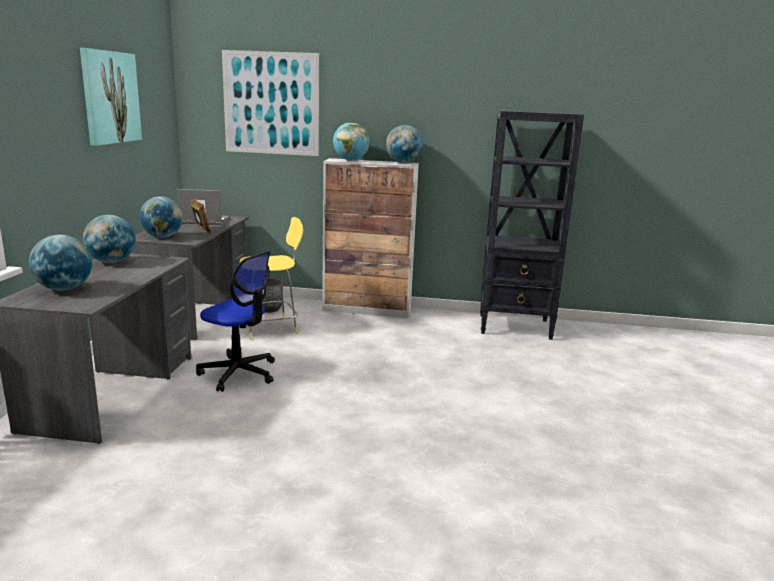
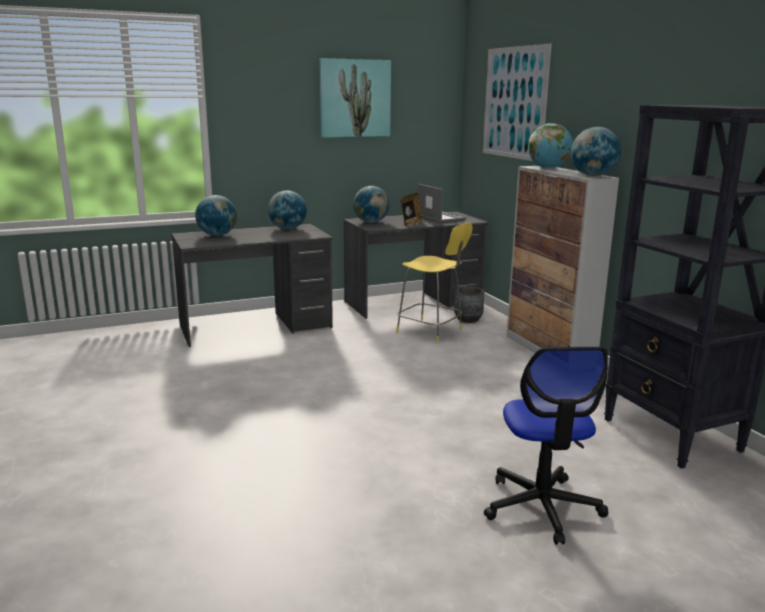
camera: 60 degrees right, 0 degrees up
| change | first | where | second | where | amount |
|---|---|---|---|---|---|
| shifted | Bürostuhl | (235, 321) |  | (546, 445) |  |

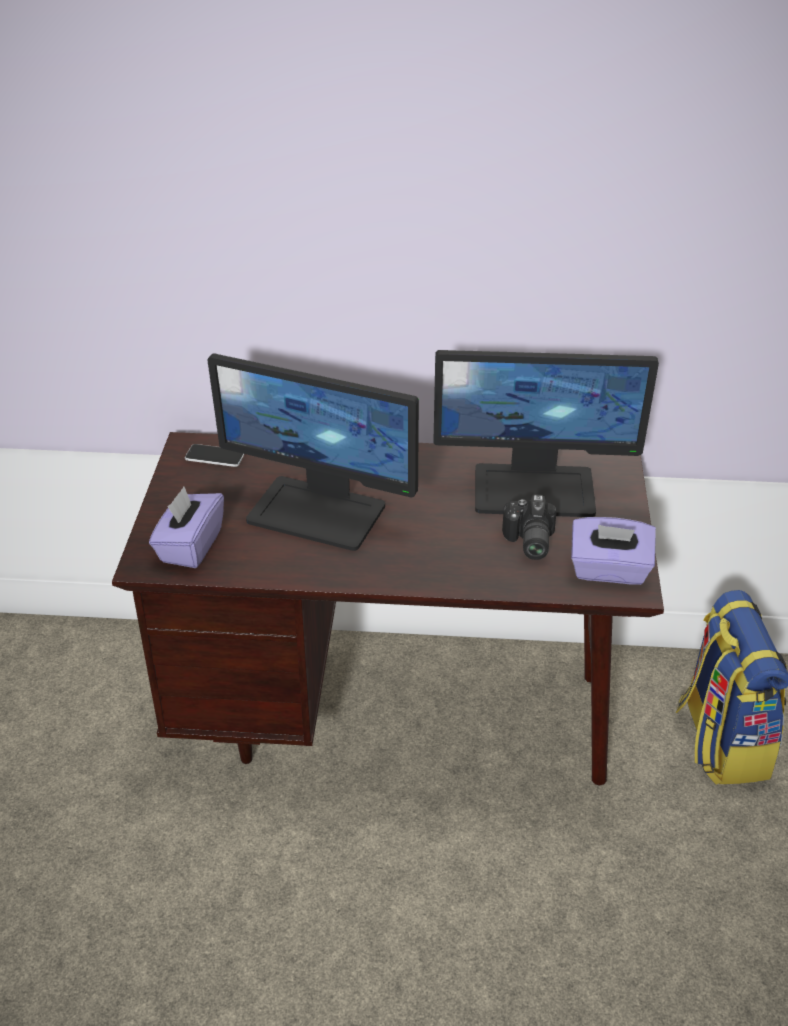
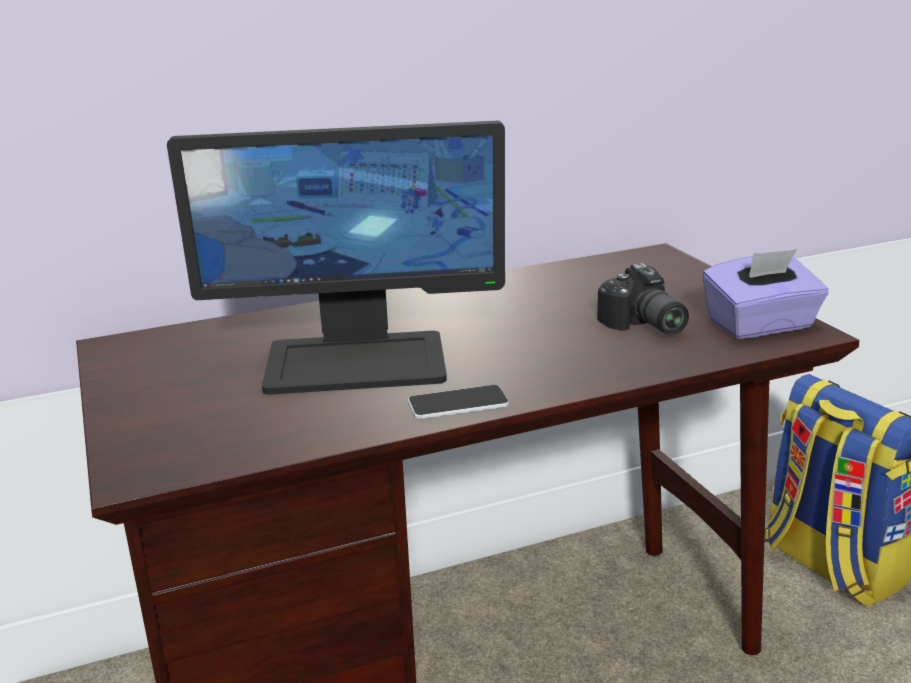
camera: 25 degrees left, 15 degrees down
| change | first | where | second | where | amount |
|---|---|---|---|---|---|
| gone | Monitor | (546, 433) |  |  |  |
| shifted | Handy | (215, 455) |  | (458, 402) |  |
| gone | Taschentuchbox (lila) | (186, 527) |  |  |  |

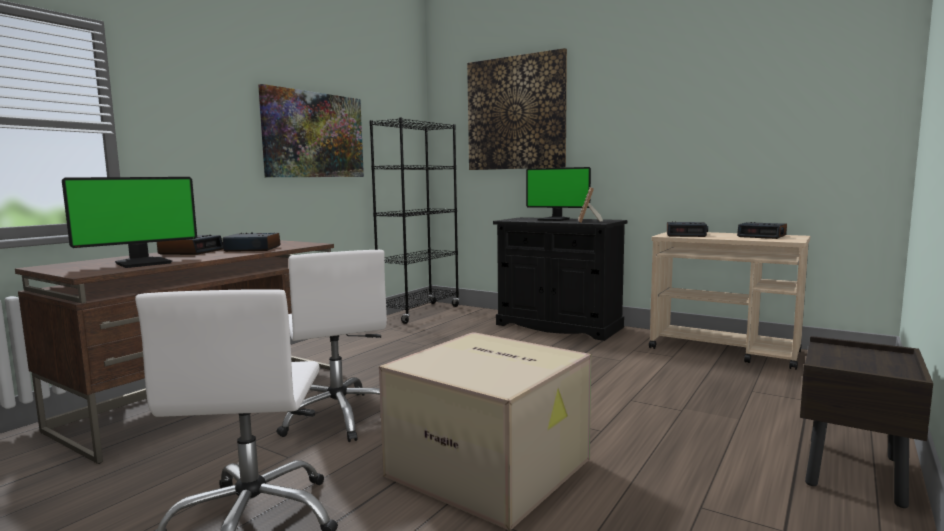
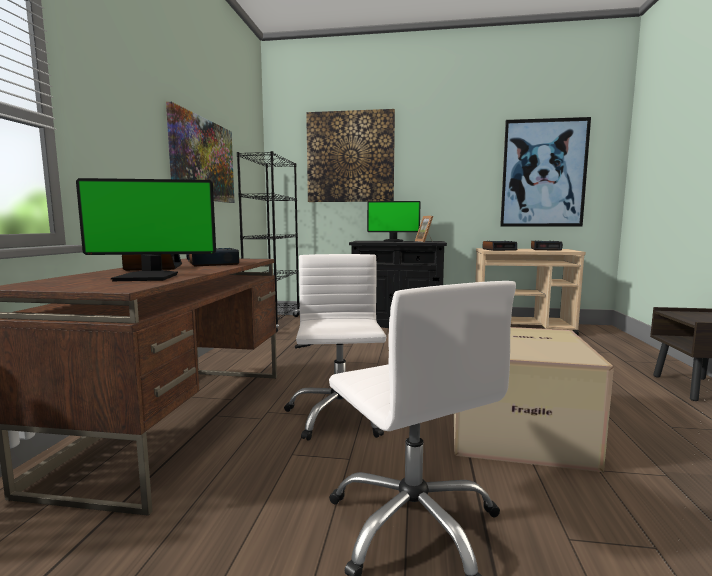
camera: 25 degrees left, 0 degrees up
| change | first | where | second | where | amount |
|---|---|---|---|---|---|
| rotated | Monitor | (129, 222) |  | (146, 229) | 60 degrees clockwise |
| rotated | Bürostuhl (weiß) | (331, 346) |  | (335, 347) | 135 degrees counterclockwise |
| new |  |  | Bild | (545, 171) |  |

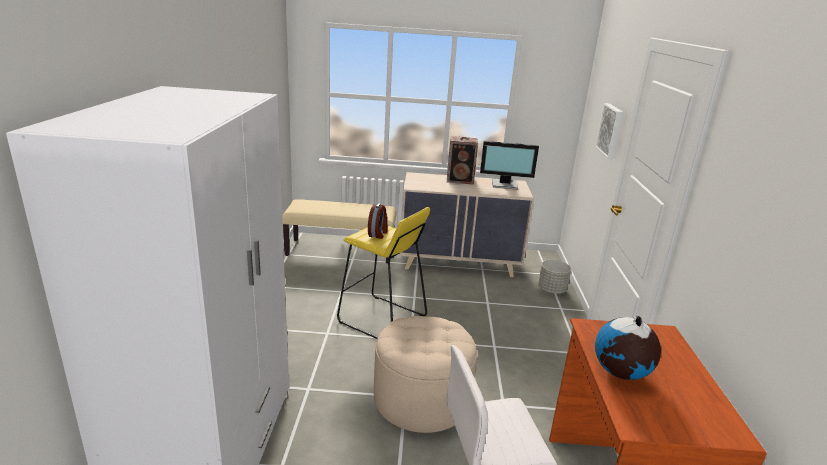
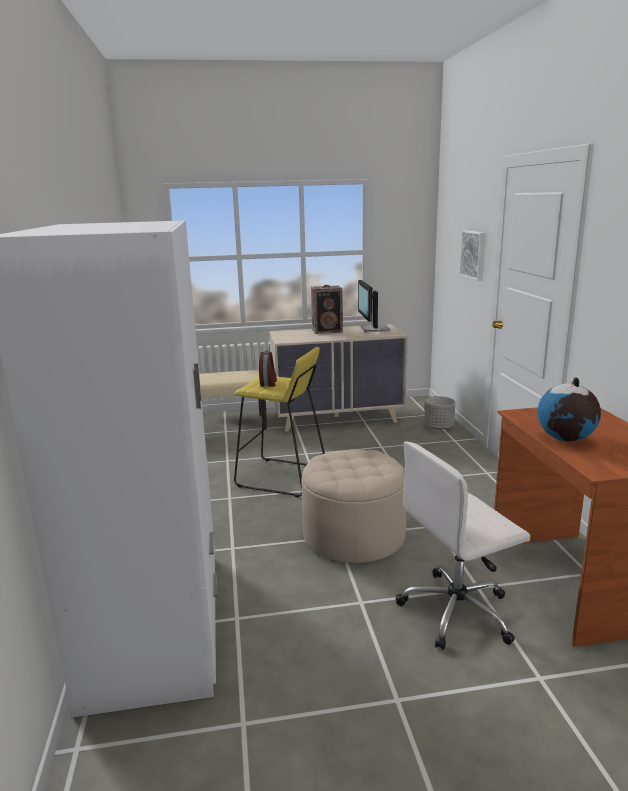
camera: 10 degrees left, 5 degrees down
| change | first | where | second | where | amount |
|---|---|---|---|---|---|
| rotated | Monitor | (509, 165) |  | (374, 306) | 90 degrees clockwise |

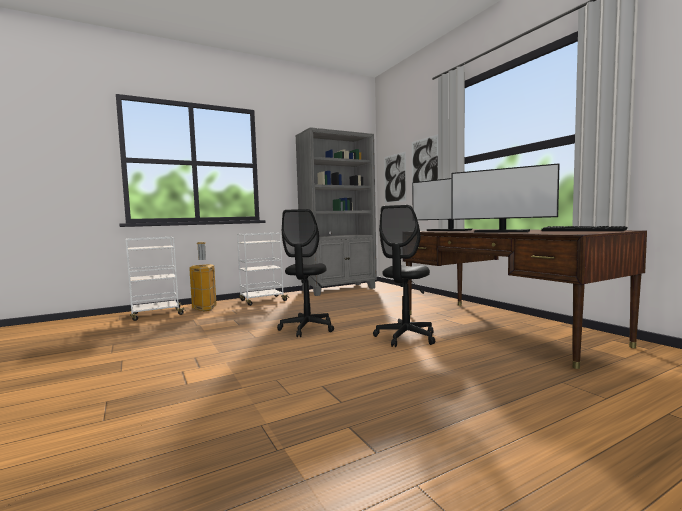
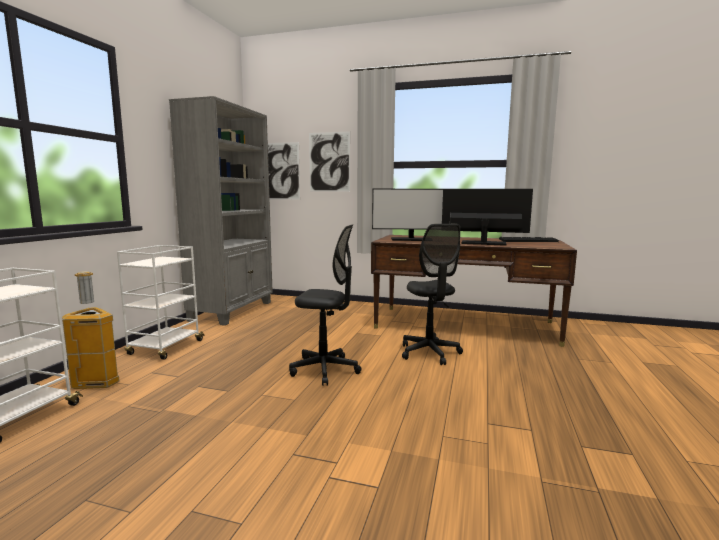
camera: 45 degrees left, 5 degrees up
| change | first | where | second | where | amount |
|---|---|---|---|---|---|
| rotated | Monitor | (505, 198) |  | (487, 217) | 150 degrees counterclockwise |
| rotated | Bürostuhl (schwarz) | (305, 273) |  | (325, 305) | 45 degrees counterclockwise |

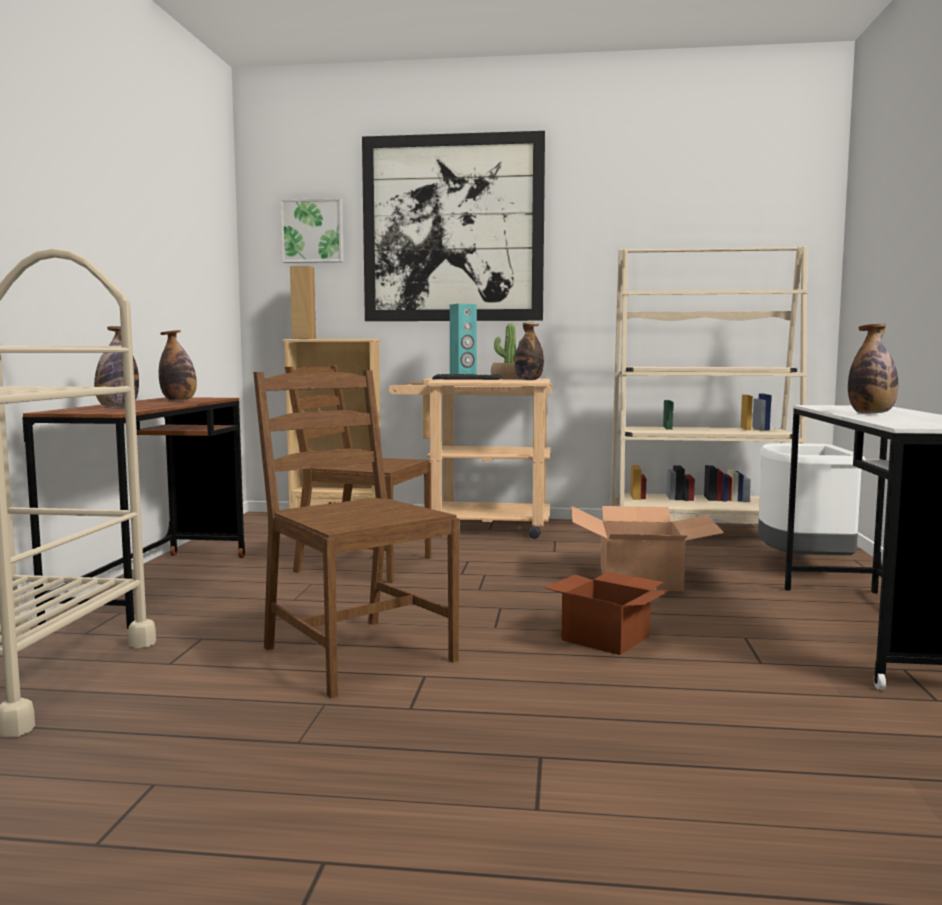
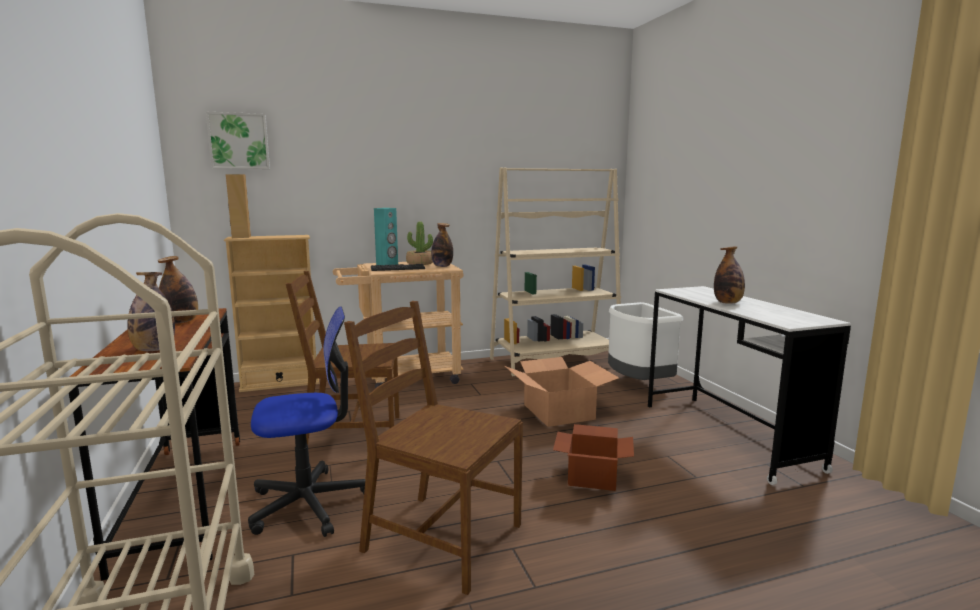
camera: 25 degrees left, 5 degrees up
| change | first | where | second | where | amount |
|---|---|---|---|---|---|
| gone | Bild | (453, 226) |  |  |  |
| new |  |  | Bürostuhl | (306, 421) |  |

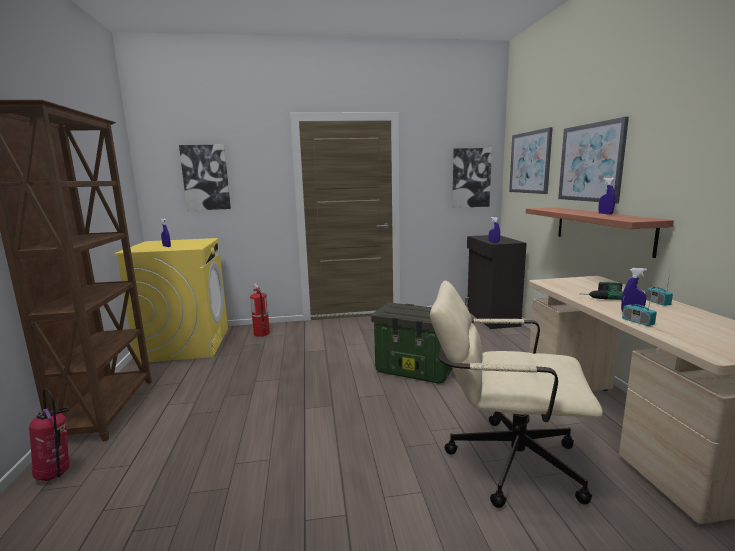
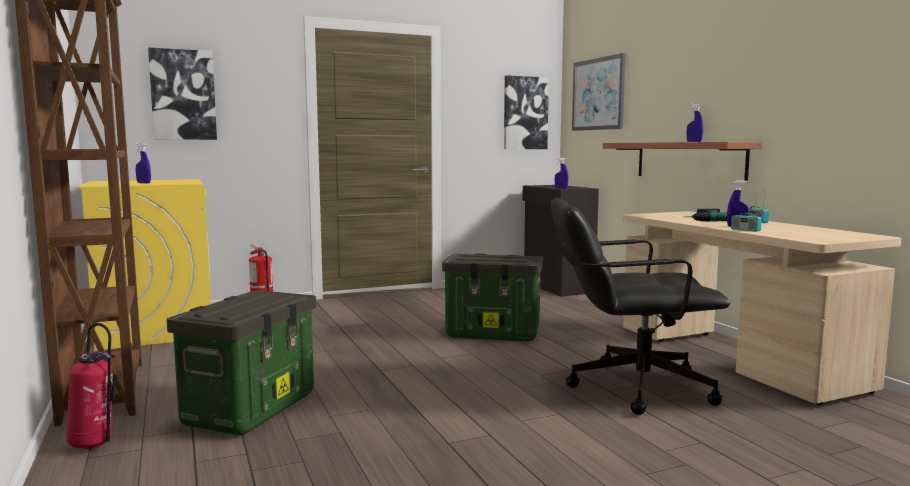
camera: 15 degrees left, 5 degrees down
| change | first | where | second | where | amount |
|---|---|---|---|---|---|
| gone | Bild | (593, 160) |  |  |  |
| repainted | Bürostuhl (beige) | (516, 394) | Bürostuhl (schwarz) | (640, 306) |  |
| new |  |  | Aufbewahrungsbox | (241, 363) |  |

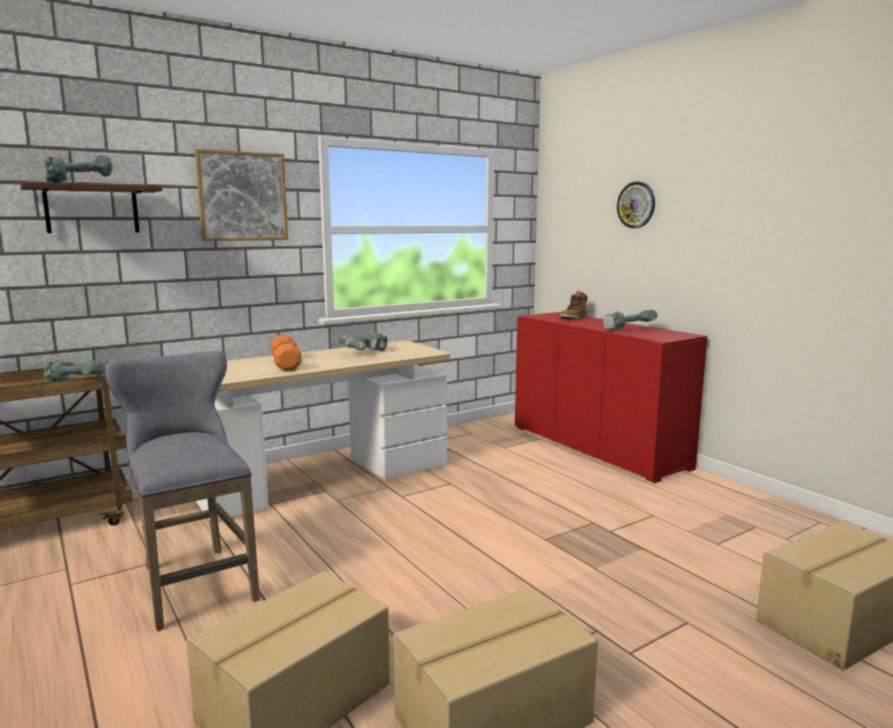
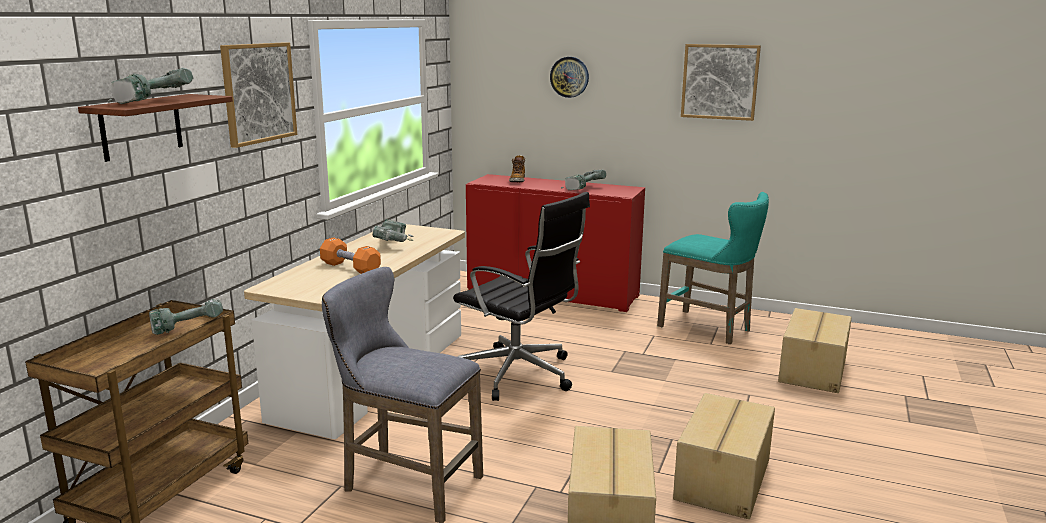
camera: 35 degrees left, 5 degrees up
| change | first | where | second | where | amount |
|---|---|---|---|---|---|
| new |  |  | Bild | (721, 82) |  |
| new |  |  | Bürostuhl (schwarz) | (521, 296) |  |
| new |  |  | Hocker (türkis) | (713, 268) |  |

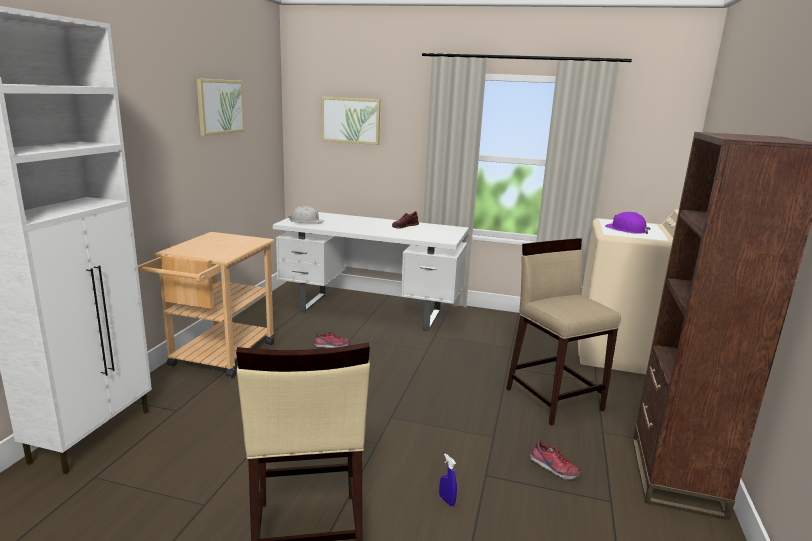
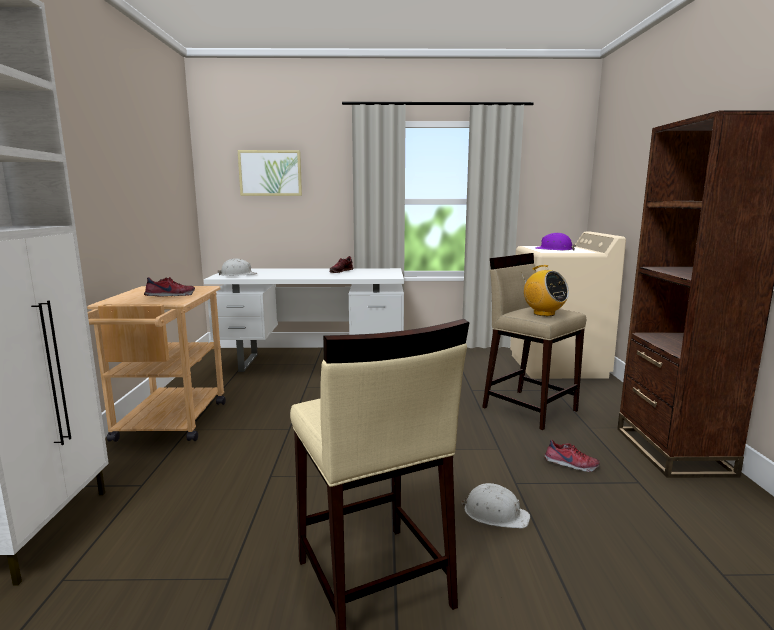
camera: 15 degrees left, 5 degrees down
| change | first | where | second | where | amount |
|---|---|---|---|---|---|
| gone | Bild | (221, 107) |  |  |  |
| shifted | Schuh | (331, 340) |  | (169, 286) |  |
| swapped | Sprühflasche (blau) | (448, 480) | Schutzhelm (weiß) | (495, 506) |  |
| new |  |  | Radio | (545, 290) |  |

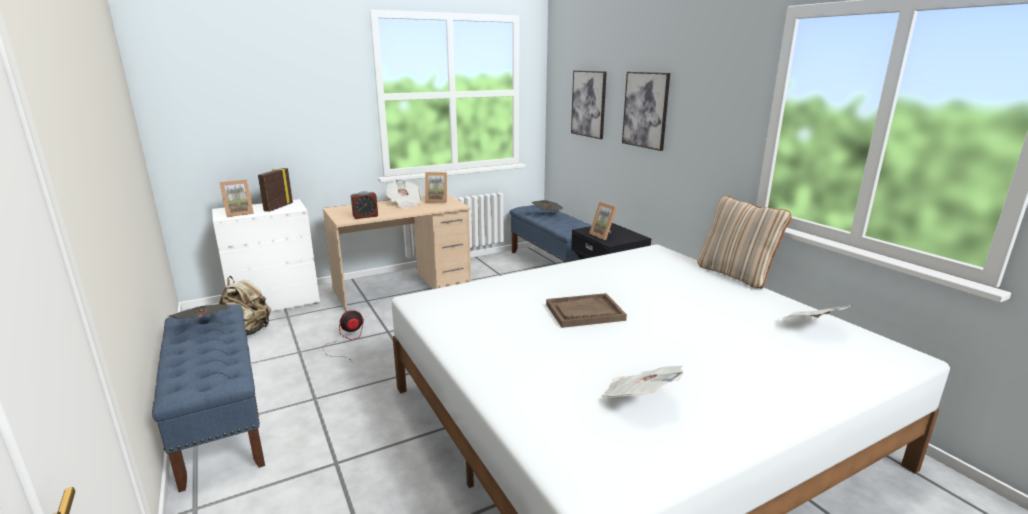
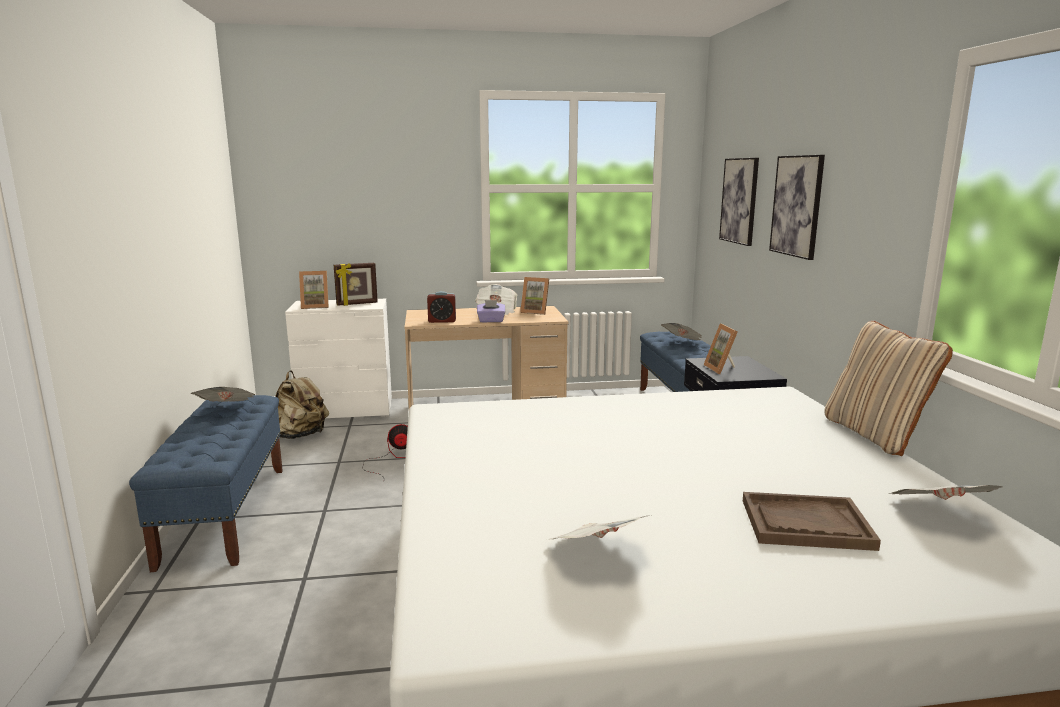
camera: 20 degrees right, 5 degrees down
| change | first | where | second | where | amount |
|---|---|---|---|---|---|
| rotated | Bilderrahmen | (275, 190) |  | (356, 284) | 150 degrees counterclockwise |
| shifted | Tablett (braun) | (586, 310) |  | (812, 521) |  |
| new |  |  | Taschentuchbox (lila) | (491, 311) |  |

